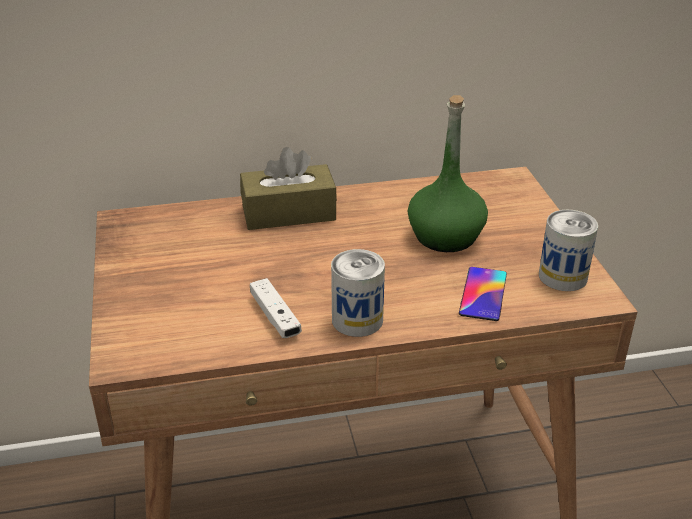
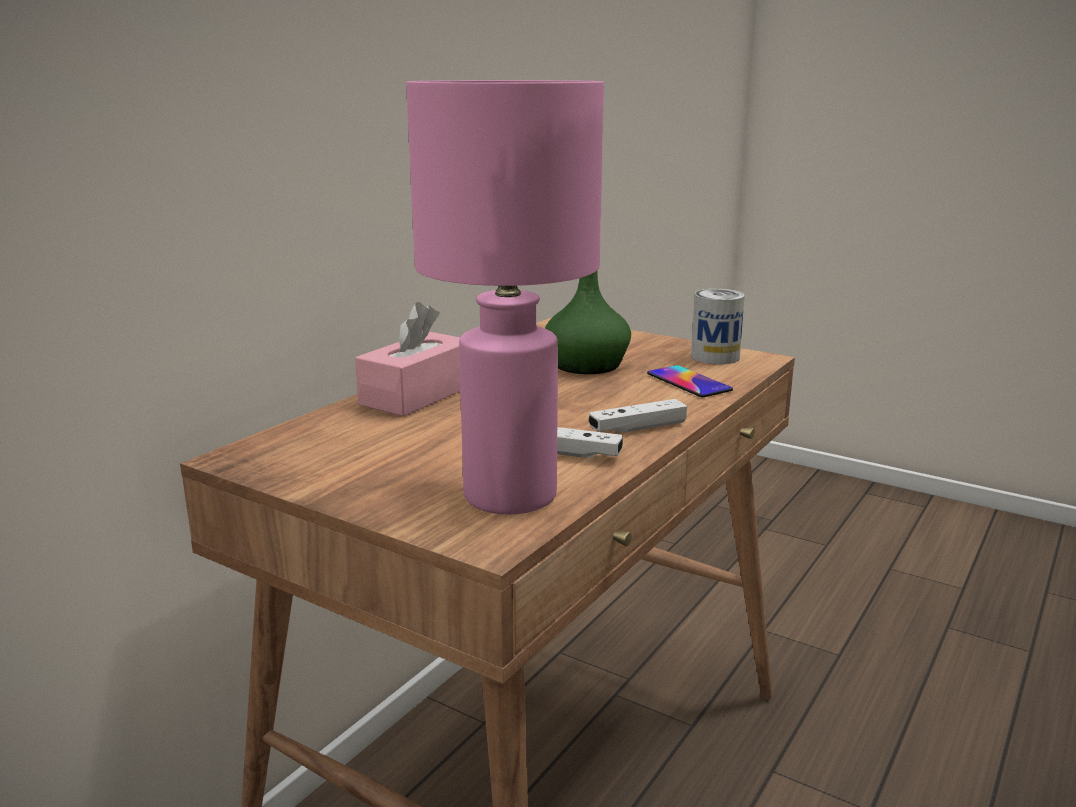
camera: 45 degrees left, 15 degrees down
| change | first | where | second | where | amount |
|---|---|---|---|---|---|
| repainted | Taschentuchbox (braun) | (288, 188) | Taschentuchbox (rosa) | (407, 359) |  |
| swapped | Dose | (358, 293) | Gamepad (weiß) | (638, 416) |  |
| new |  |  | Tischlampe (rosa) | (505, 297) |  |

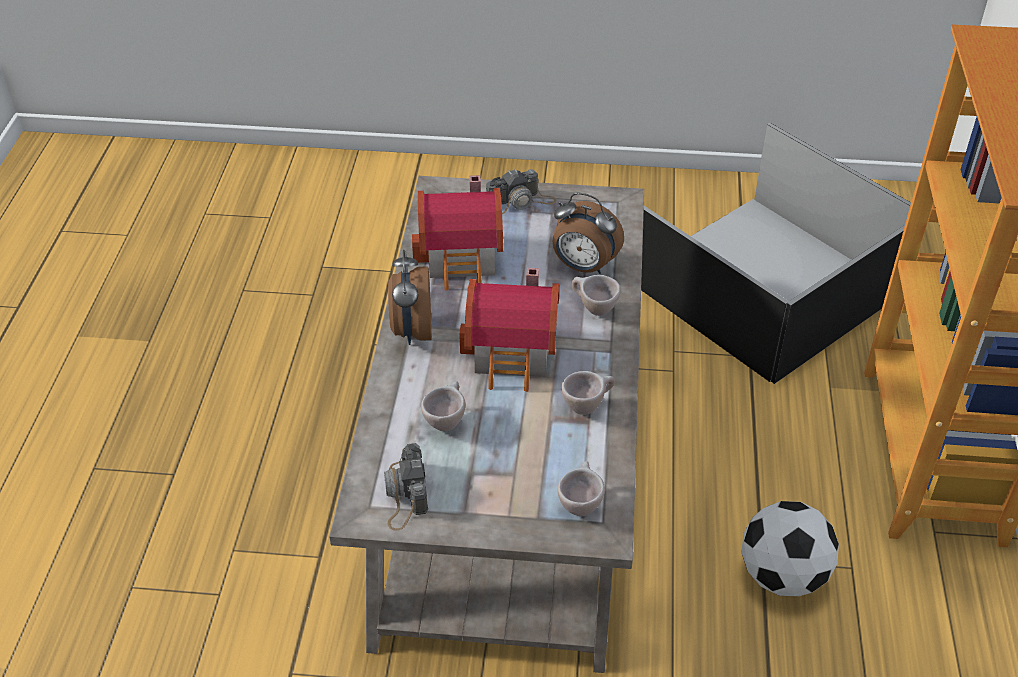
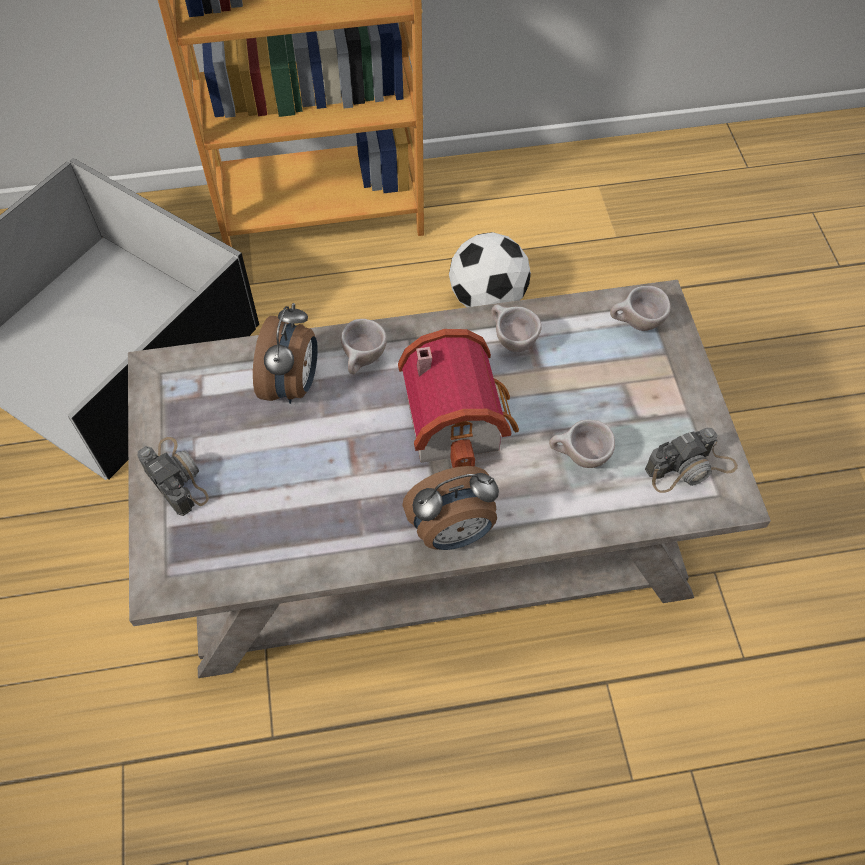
camera: 105 degrees left, 15 degrees up
| change | first | where | second | where | amount |
|---|---|---|---|---|---|
| gone | Spielzeughaus | (457, 233) |  |  |  |

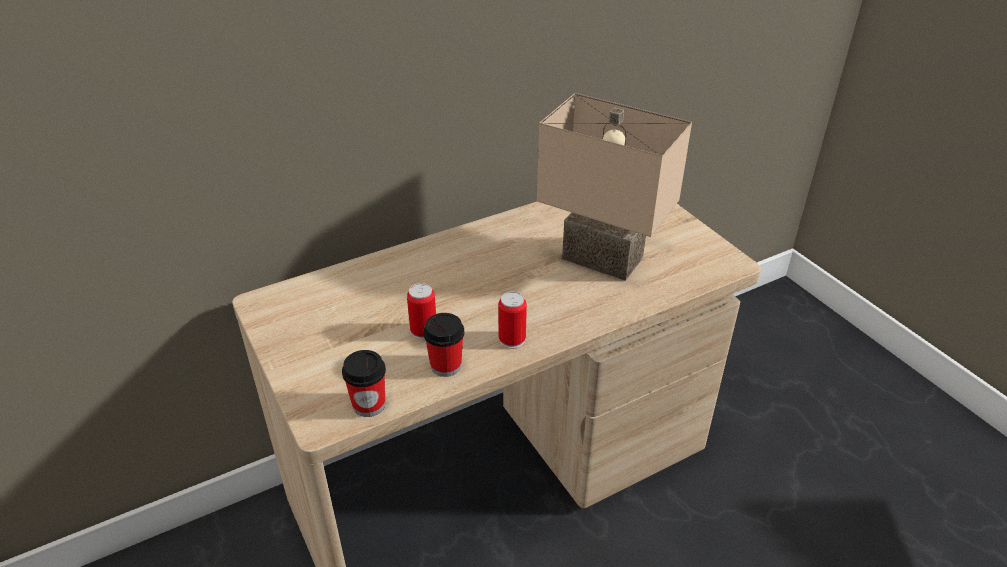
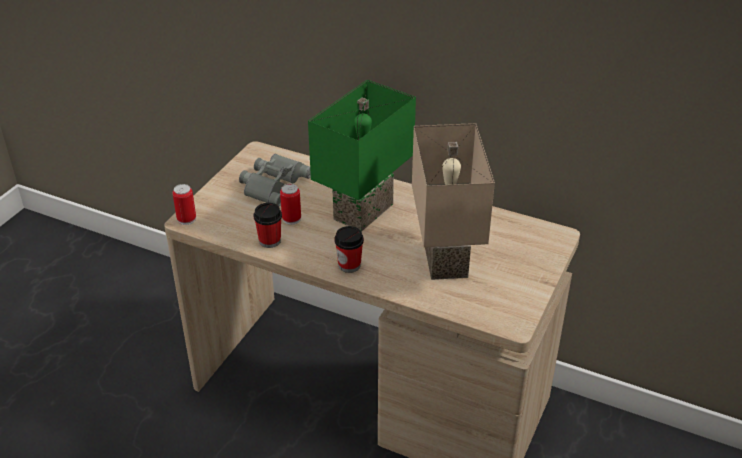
camera: 55 degrees right, 0 degrees up
| change | first | where | second | where | amount |
|---|---|---|---|---|---|
| shifted | Dose | (512, 320) |  | (184, 204) |  |
| shifted | Tasse | (364, 383) |  | (349, 249) |  |
| new |  |  | Tischlampe (grün) | (362, 156) |  |
| new |  |  | Fernglas (grau) | (275, 180) |  |

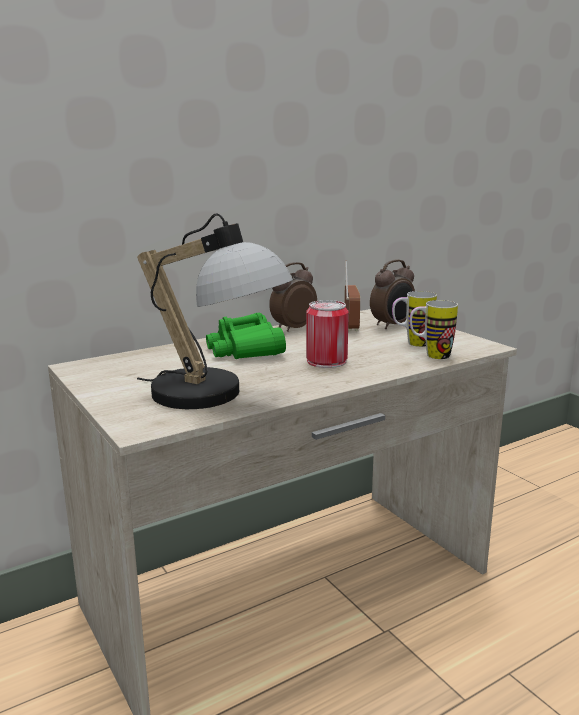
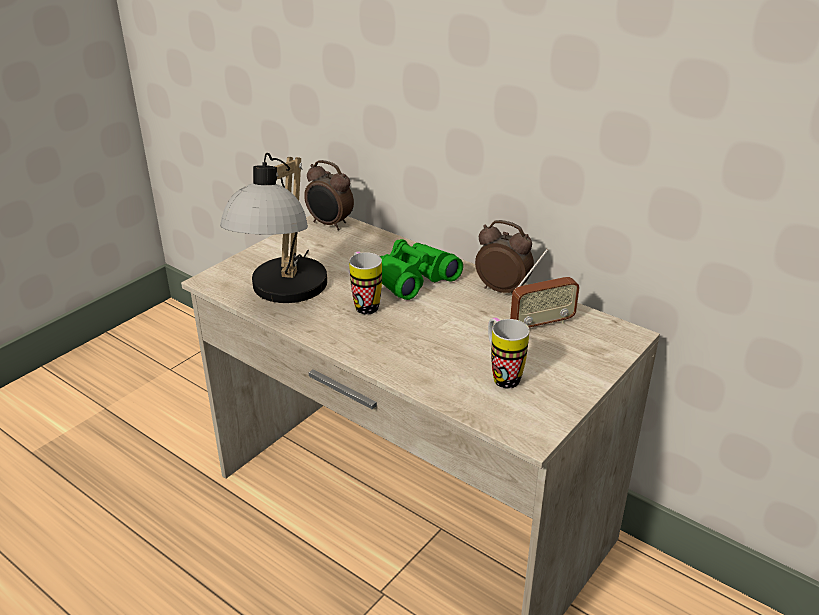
camera: 70 degrees right, 15 degrees up
| change | first | where | second | where | amount |
|---|---|---|---|---|---|
| shifted | Wecker | (392, 294) |  | (329, 195) |  |
| gone | Dose | (327, 334) |  |  |  |
| shifted | Henkelbecher | (433, 329) |  | (365, 283) |  |

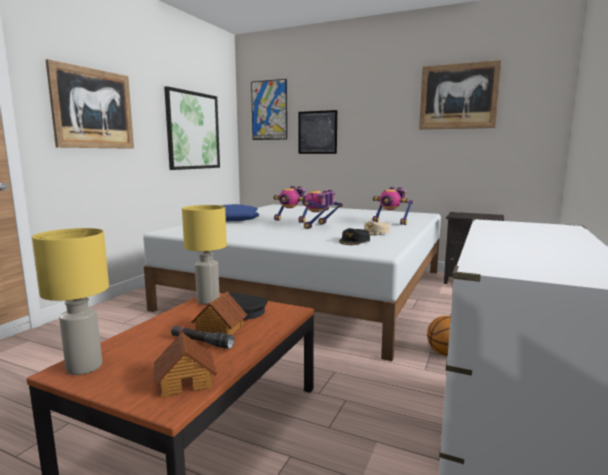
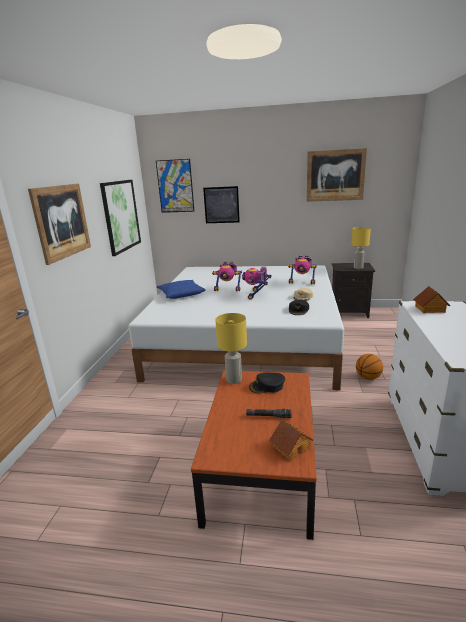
camera: 15 degrees left, 10 degrees up
| change | first | where | second | where | amount |
|---|---|---|---|---|---|
| shifted | Tischlampe (gelb) | (70, 301) |  | (361, 248) |  |
| shifted | Spielzeughaus | (219, 313) |  | (431, 299) |  |

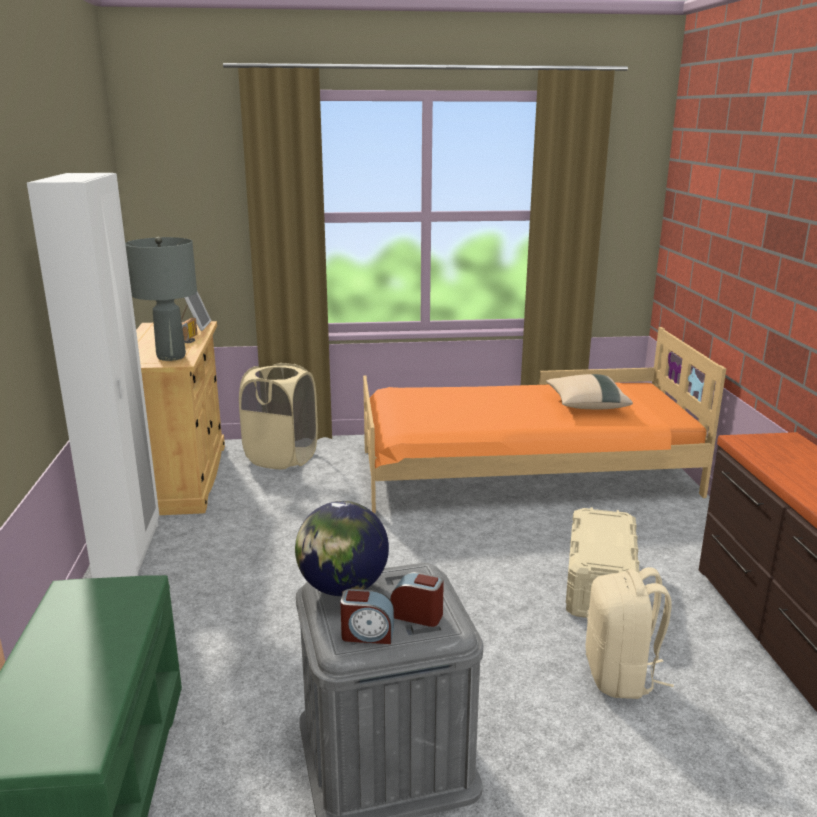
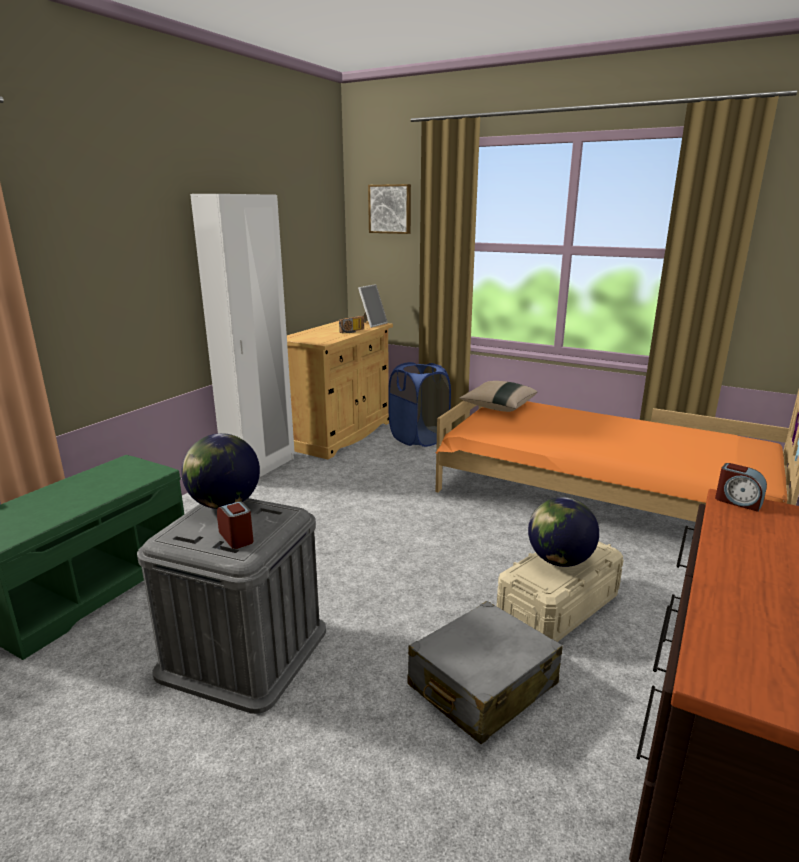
camera: 35 degrees right, 0 degrees up
| change | first | where | second | where | amount |
|---|---|---|---|---|---|
| gone | Tischlampe (grau) | (161, 299) |  |  |  |
| repainted | Wäschekorb (beige) | (278, 416) | Wäschekorb (blau) | (419, 404) |  |
| shifted | Kissen (beige) | (589, 391) |  | (498, 396) |  |
| swapped | Rucksack (beige) | (630, 633) | Koffer (grau) | (485, 672) |  |
| shifted | Wecker | (367, 616) |  | (741, 487) |  |
| new |  |  | Bild | (389, 209) |  |
| new |  |  | Globus | (563, 532) |  |

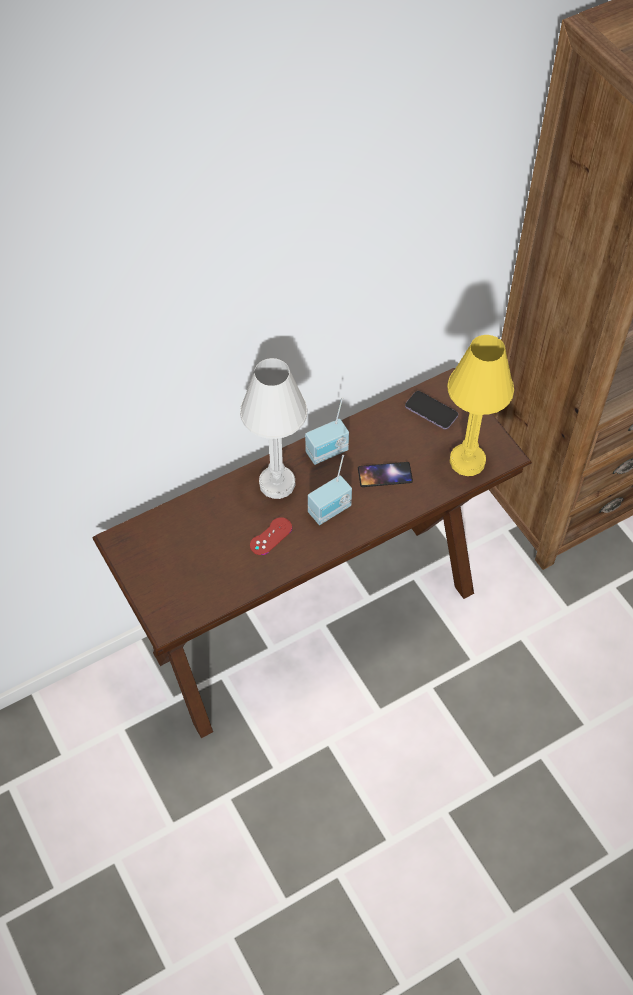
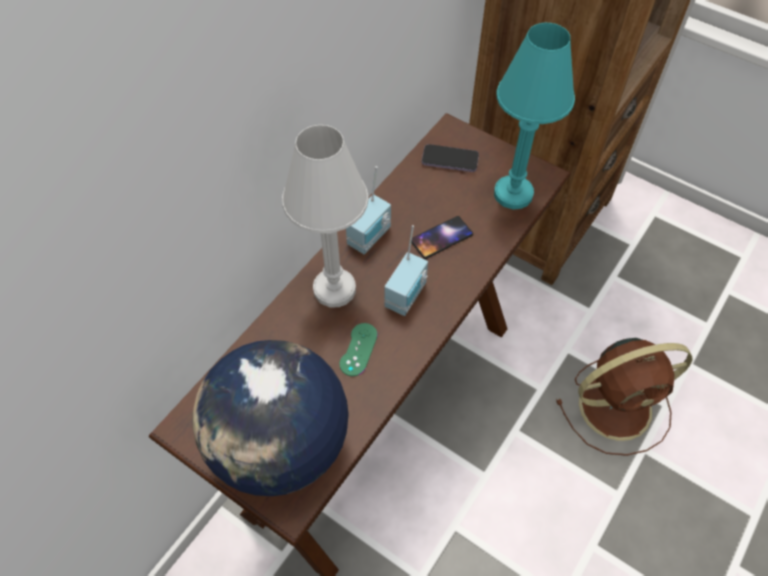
camera: 25 degrees left, 0 degrees up
| change | first | where | second | where | amount |
|---|---|---|---|---|---|
| repainted | Tischlampe (gelb) | (480, 405) | Tischlampe (türkis) | (534, 116) |  |
| repainted | Gamepad (rot) | (271, 536) | Gamepad (grün) | (358, 349) |  |
| new |  |  | Ventilator (braun) | (624, 397) |  |
| new |  |  | Globus | (271, 418) |  |

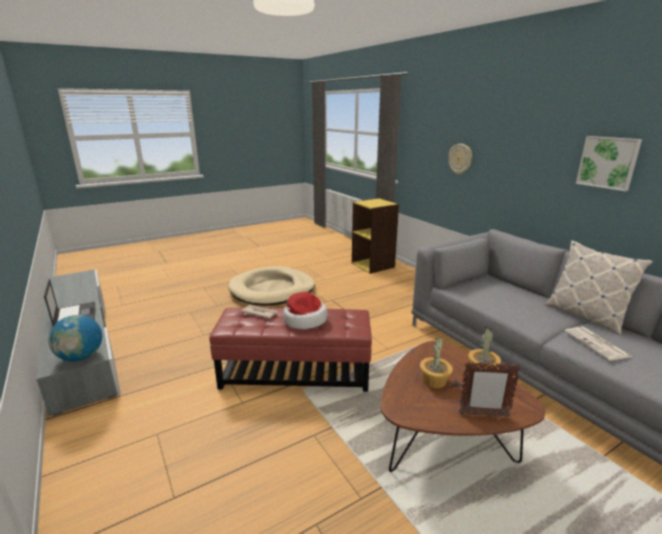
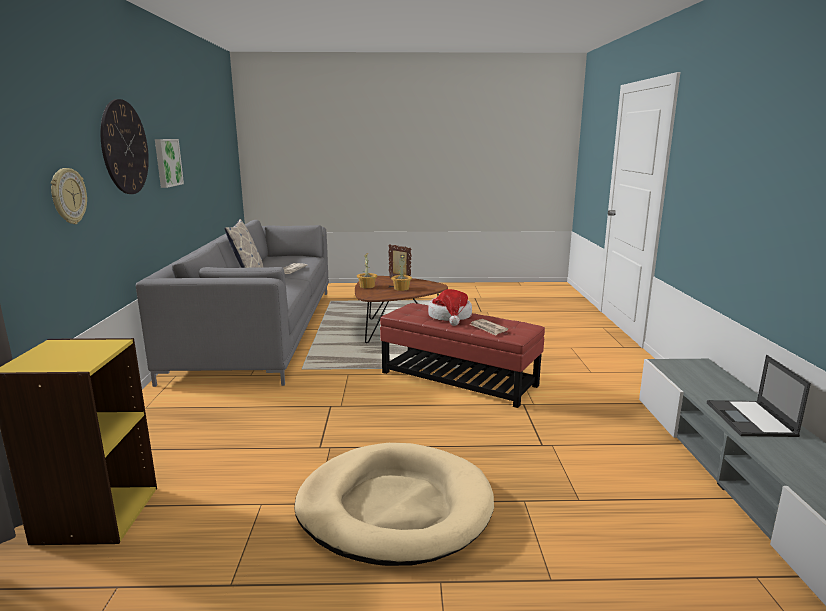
camera: 150 degrees left, 5 degrees down
| change | first | where | second | where | amount |
|---|---|---|---|---|---|
| gone | Globus | (75, 338) |  |  |  |
| new |  |  | Wanduhr | (124, 146) |  |

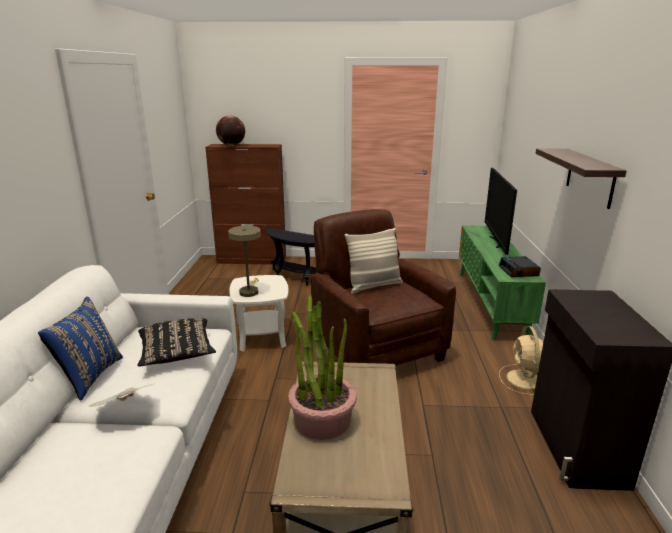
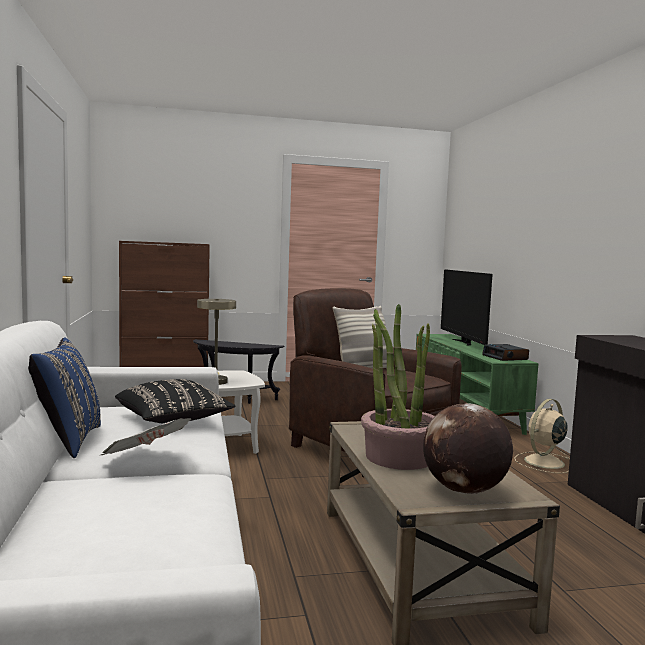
camera: 15 degrees left, 15 degrees down
| change | first | where | second | where | amount |
|---|---|---|---|---|---|
| shifted | Globus | (230, 131) |  | (468, 448) |  |
| gone | Wandregal | (581, 178) |  |  |  |
| rotated | Ventilator (beige) | (521, 360) |  | (542, 436) | 60 degrees clockwise |

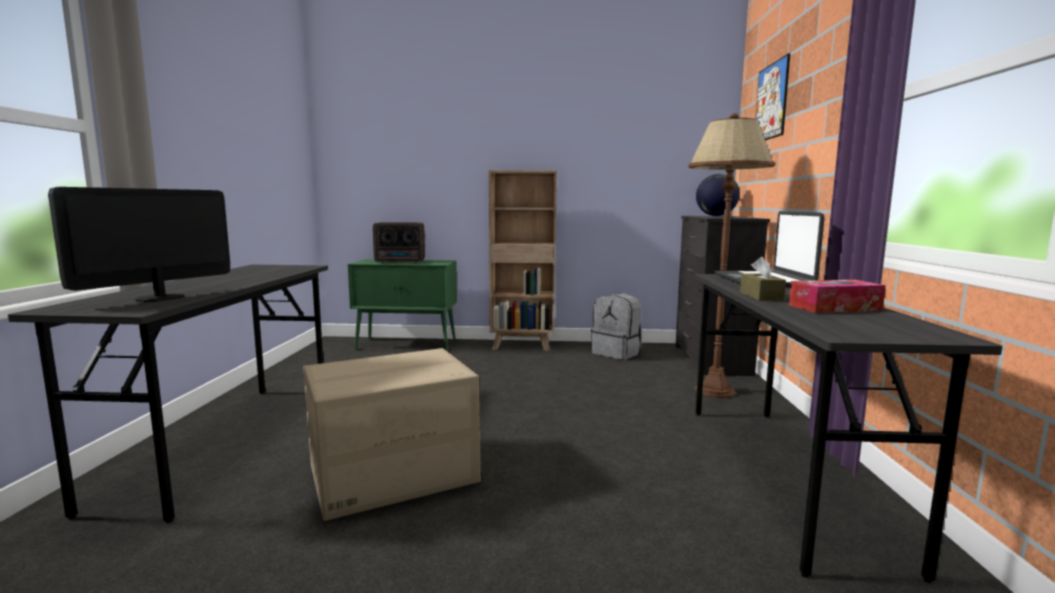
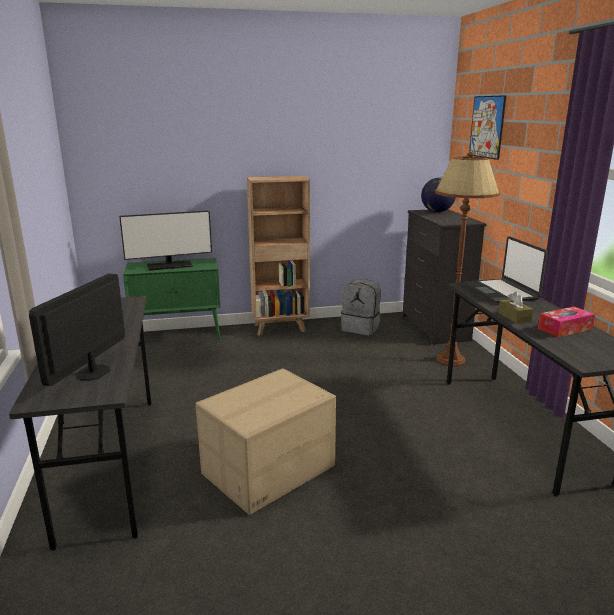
camera: 15 degrees left, 10 degrees up
| change | first | where | second | where | amount |
|---|---|---|---|---|---|
| swapped | Radio | (399, 242) | Monitor | (165, 241) |  |

